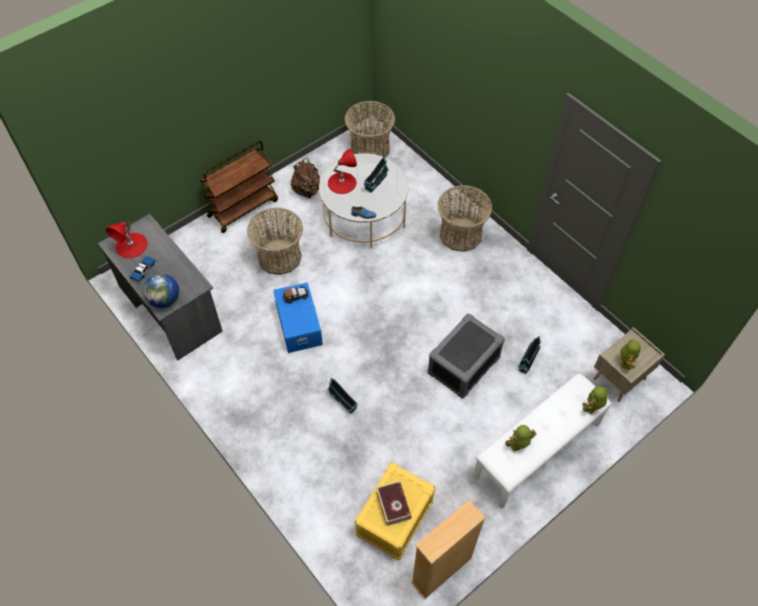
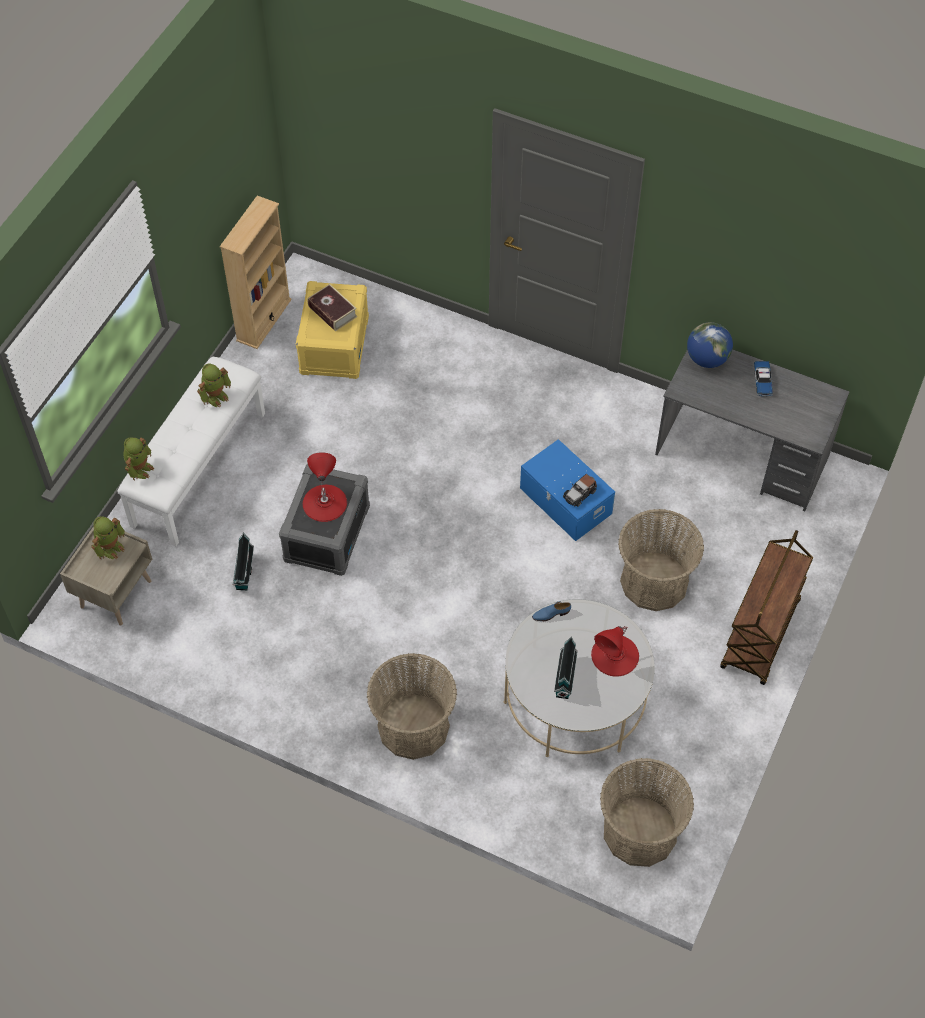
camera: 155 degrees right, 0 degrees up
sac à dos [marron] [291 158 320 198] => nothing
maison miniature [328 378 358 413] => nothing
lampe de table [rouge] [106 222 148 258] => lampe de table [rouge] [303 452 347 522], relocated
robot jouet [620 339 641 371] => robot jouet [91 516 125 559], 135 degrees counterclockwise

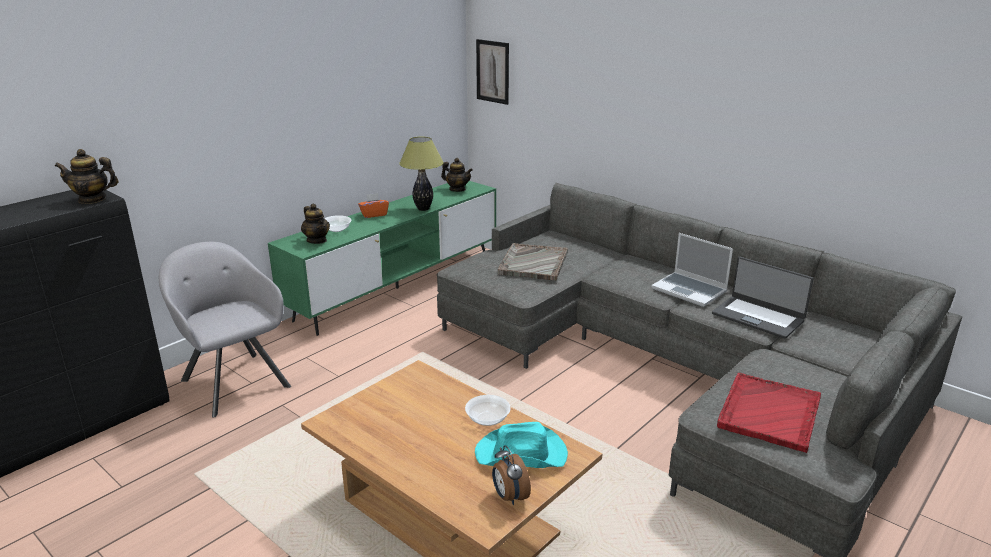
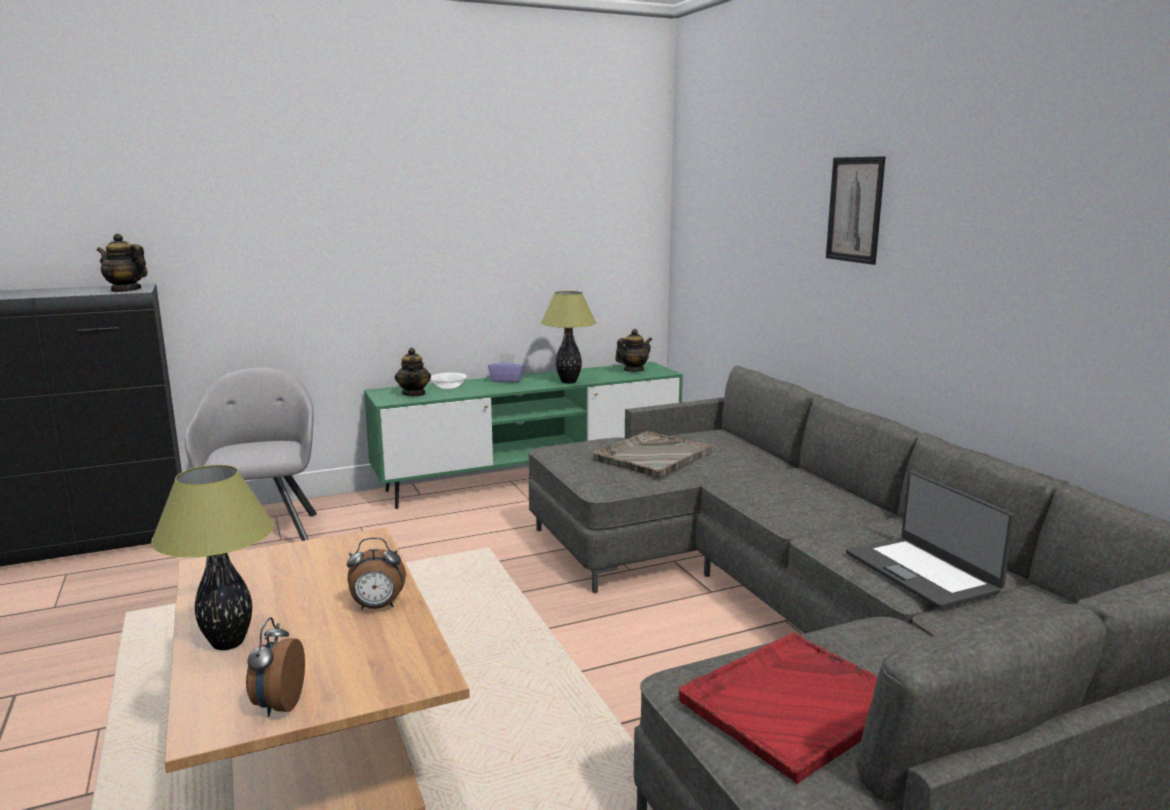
camera: 25 degrees right, 10 degrees down
chapeau [turquoise] [475 422 568 468] => nothing
ordinateur portable [651 233 733 307] => nothing
nothing => lampe de table [151 465 274 650]
tableau [476 39 509 105] => tableau [826 156 886 265], relocated
bol [465 395 511 426] => réveil [347 537 406 609]
boîte à mouchoirs [orange] [358 193 389 218] => boîte à mouchoirs [violet] [488 354 525 383]
théière [441 158 473 192] => théière [615 329 652 372], 90 degrees counterclockwise

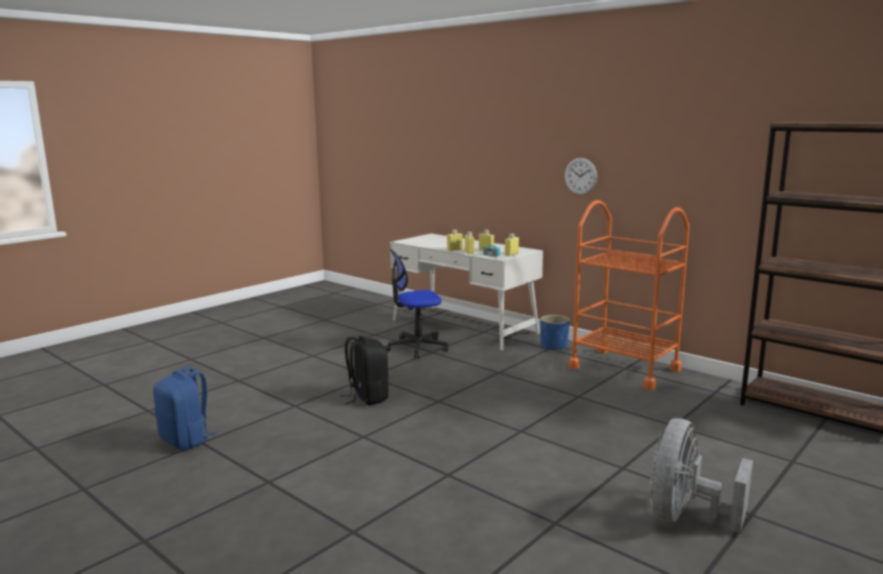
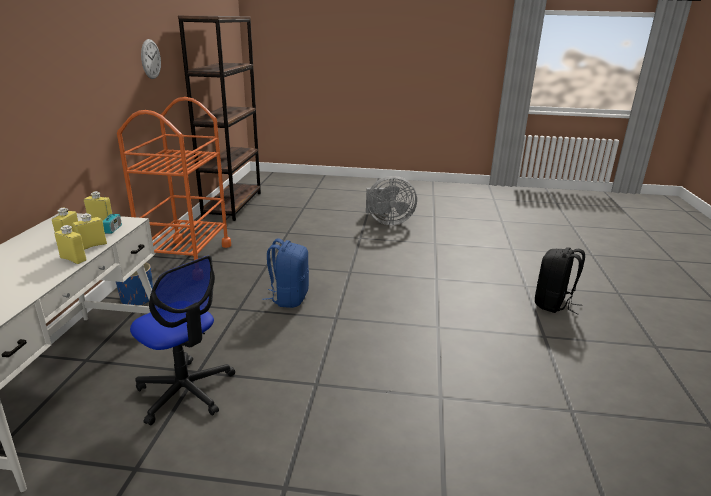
camera: 125 degrees left, 10 degrees up
sac à dos [bleu] [153 366 219 450] => sac à dos [bleu] [262 239 309 308], relocated
sac à dos [noir] [340 336 389 405] => sac à dos [noir] [535 247 585 315], relocated
horloge murale [565 158 597 195] => horloge murale [141 39 161 79], relocated

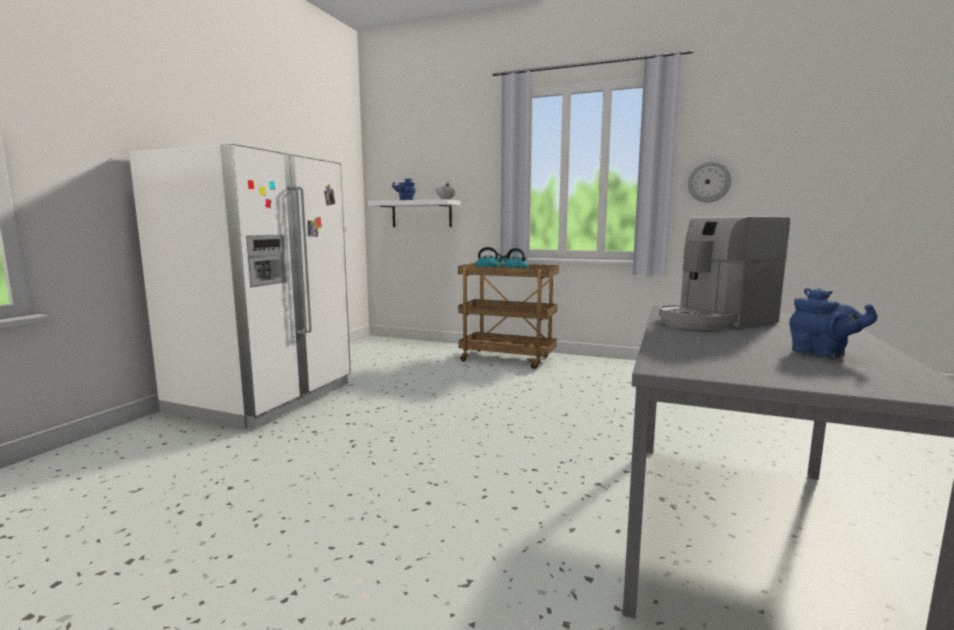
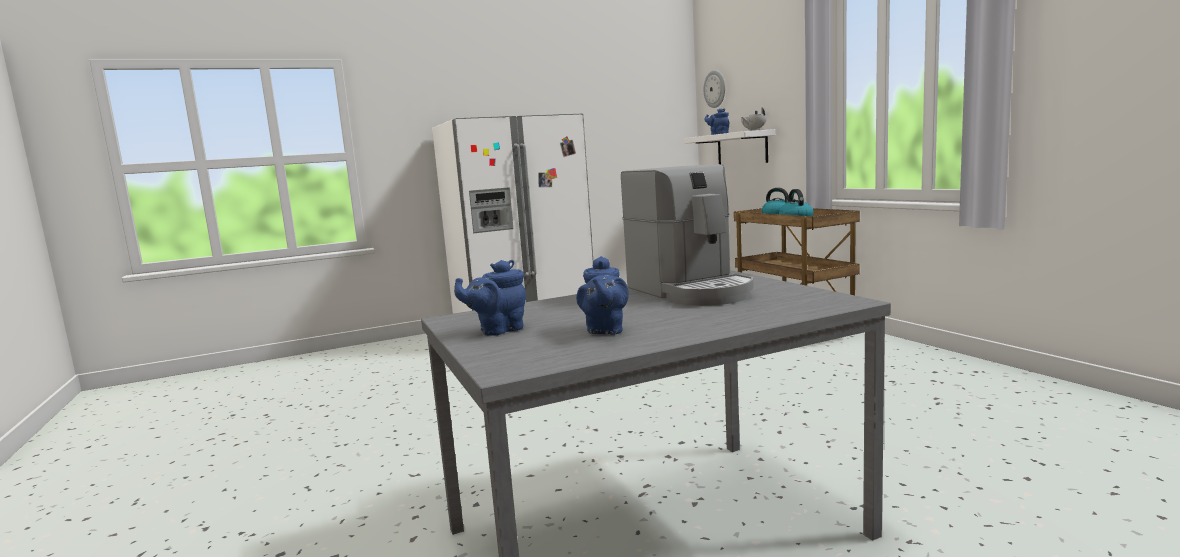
camera: 45 degrees right, 0 degrees up
nothing => théière [bleu] [454 260 526 336]
horloge murale [688 162 731 202] => horloge murale [704 70 725 108], relocated
machine à café [659 216 790 331] => machine à café [621 164 754 306], 135 degrees counterclockwise

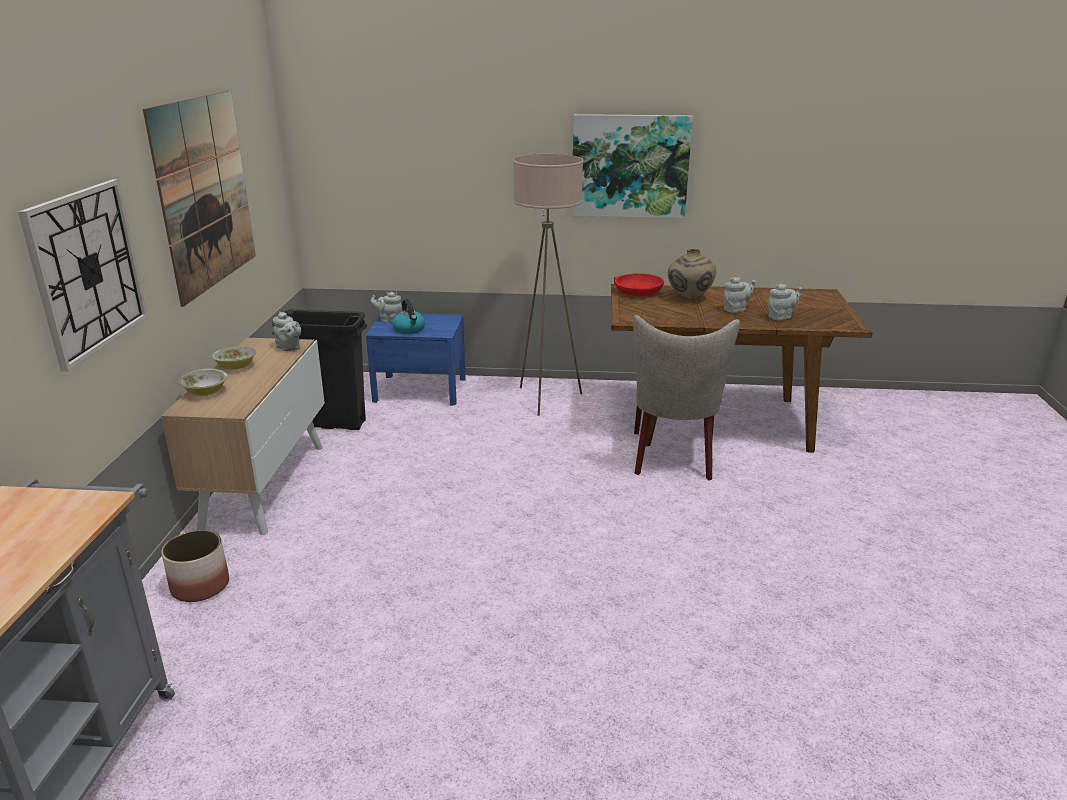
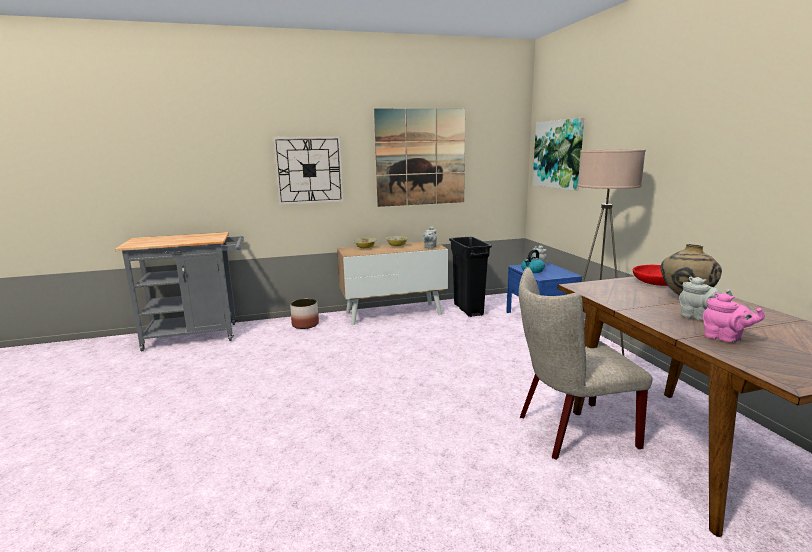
camera: 70 degrees right, 10 degrees down
tableau [572 114 693 218] => tableau [533 118 584 191], relocated
théière [gris] [768 284 802 320] => théière [rose] [703 293 765 343]

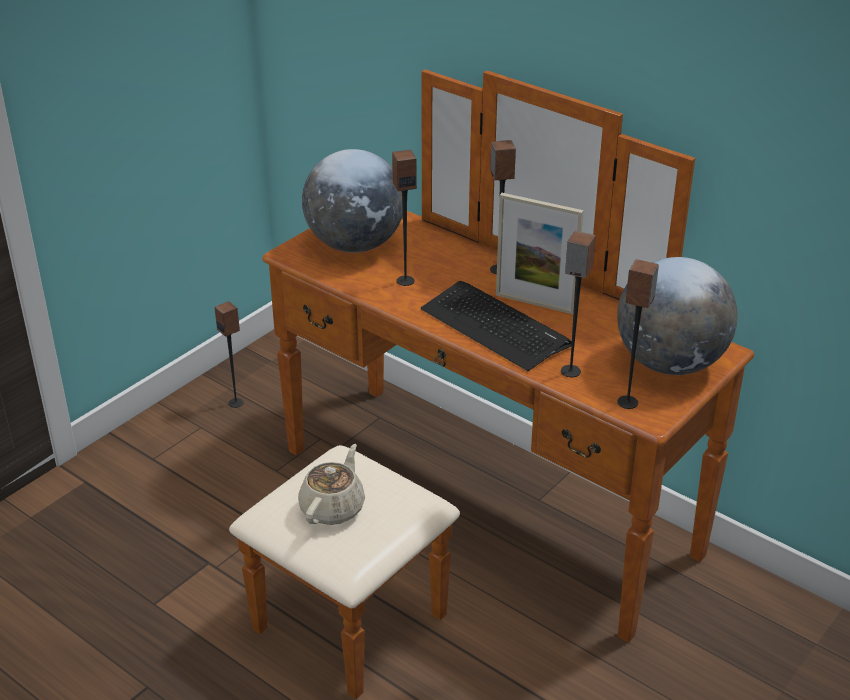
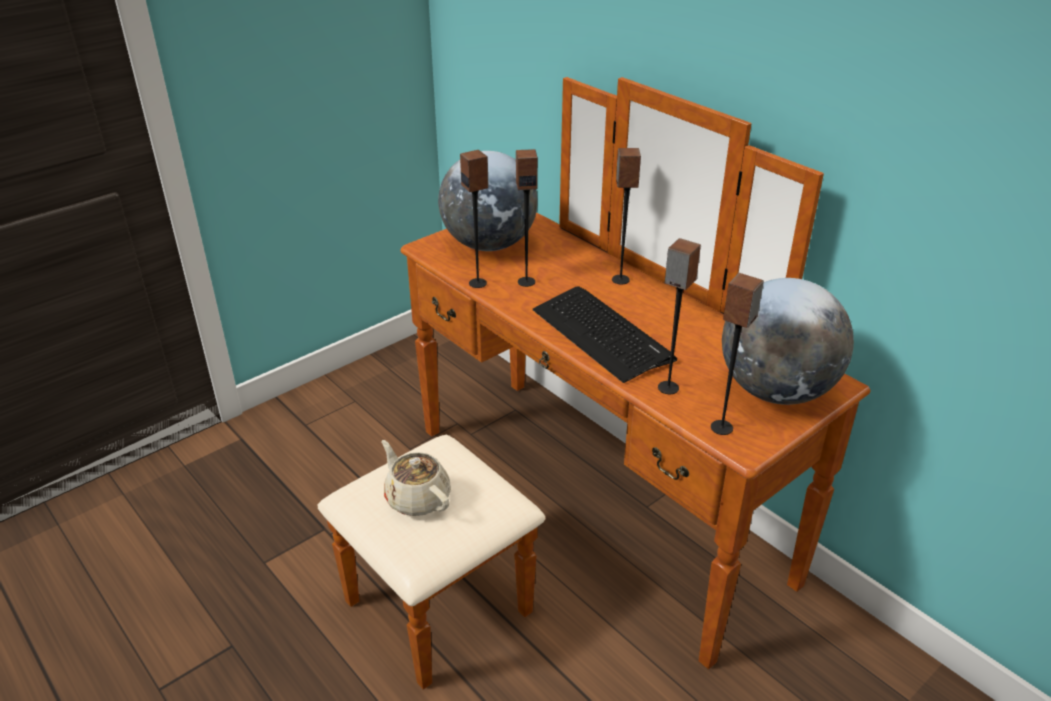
camera: 10 degrees right, 0 degrees up
cadre photo [496 193 584 314] => nothing
enceinte [215 301 244 408] => enceinte [460 150 489 288], relocated
théière [beige] [298 444 365 525] => théière [beige] [381 440 451 516], 75 degrees counterclockwise

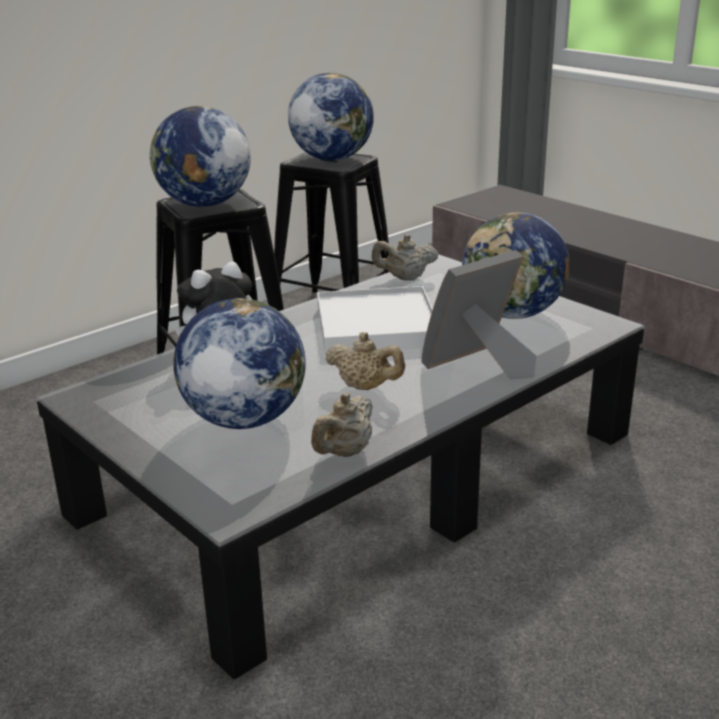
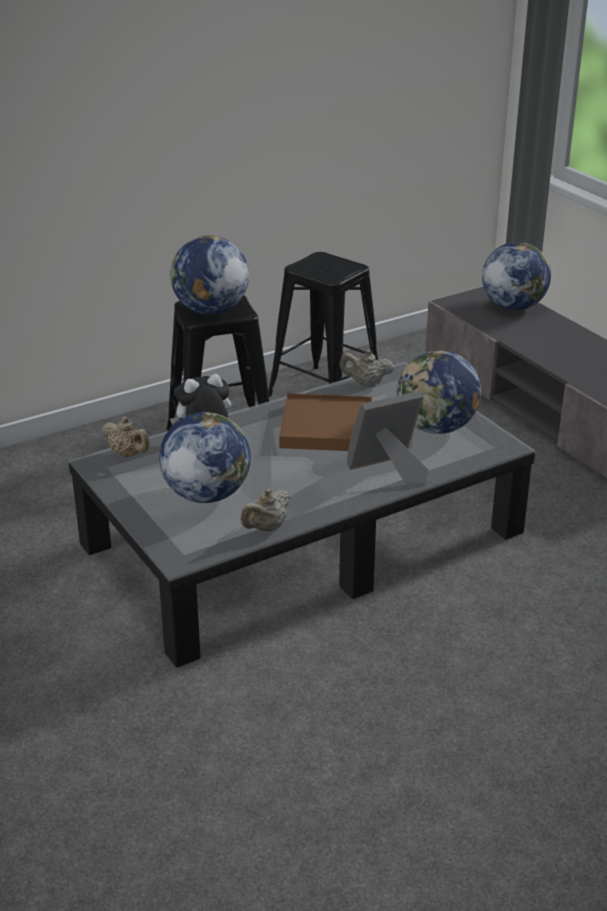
camera: 10 degrees right, 5 degrees up
globe [288 73 374 161] => globe [482 242 551 310], relocated
théière [beige] [325 332 405 390] => théière [beige] [102 417 150 457], relocated
plateau [blanc] [317 286 433 354] => plateau [marron] [279 393 372 451]

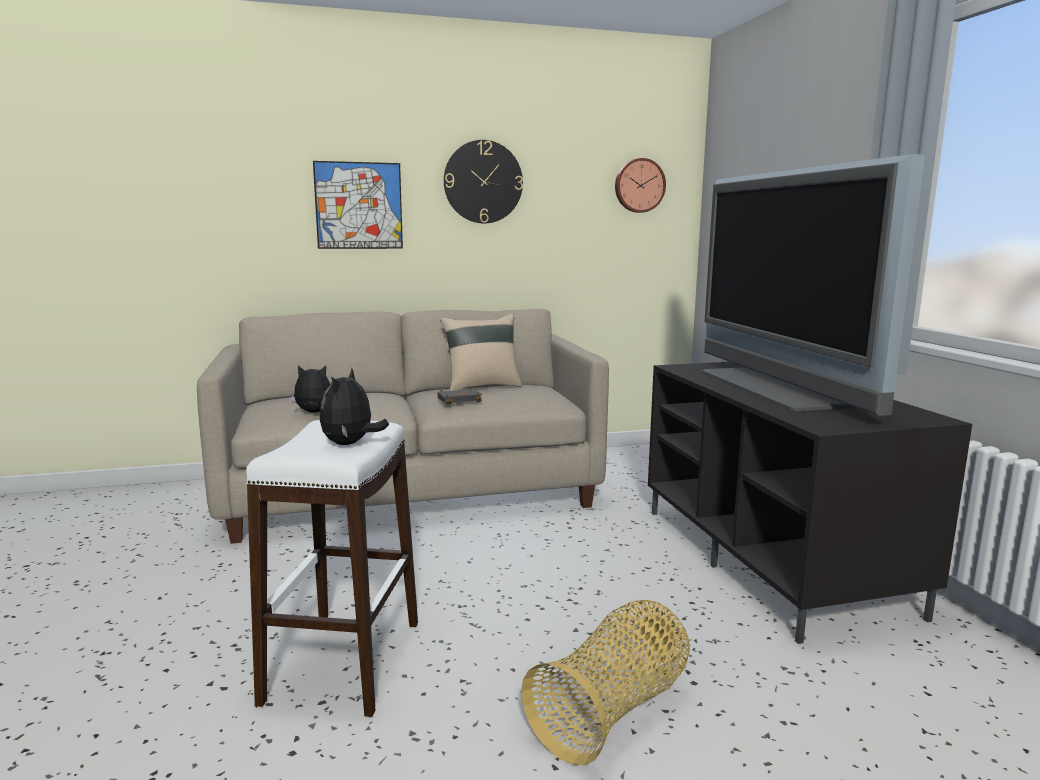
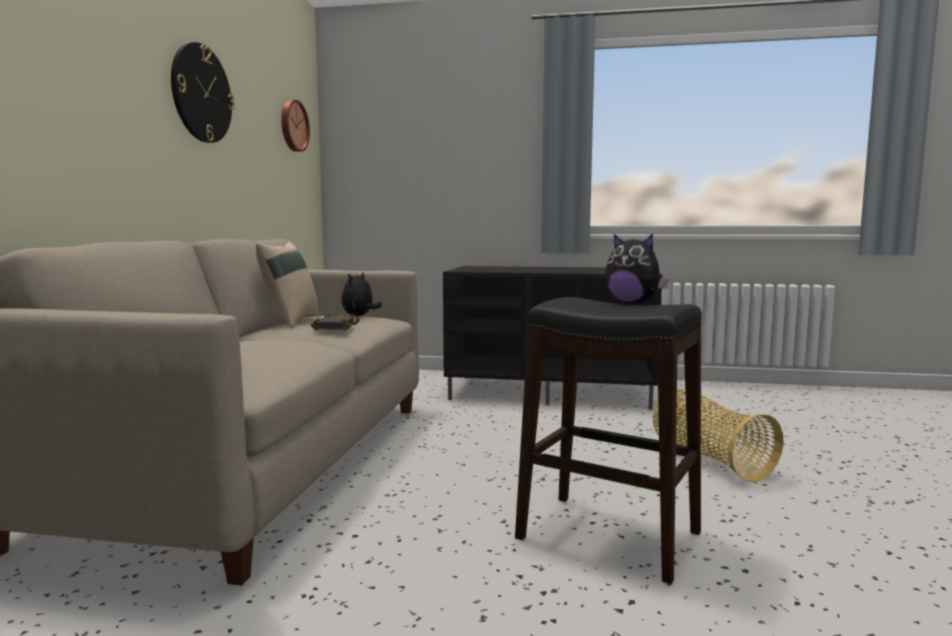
camera: 65 degrees left, 5 degrees down
tableau [313 161 403 249] => nothing
téléviseur [702 154 925 416] => nothing
peluche [288 366 330 413] => peluche [341 272 382 316], relocated
tabouret [blanc] [246 420 418 717] => tabouret [noir] [515 297 702 584]

